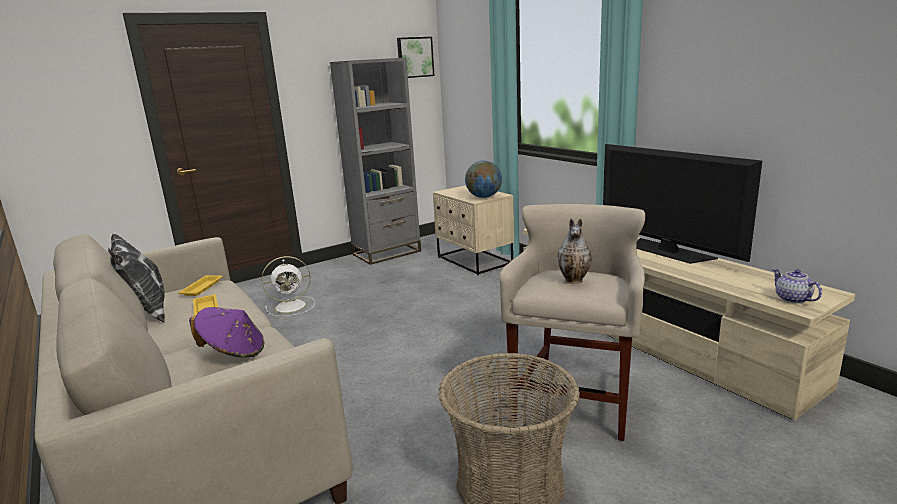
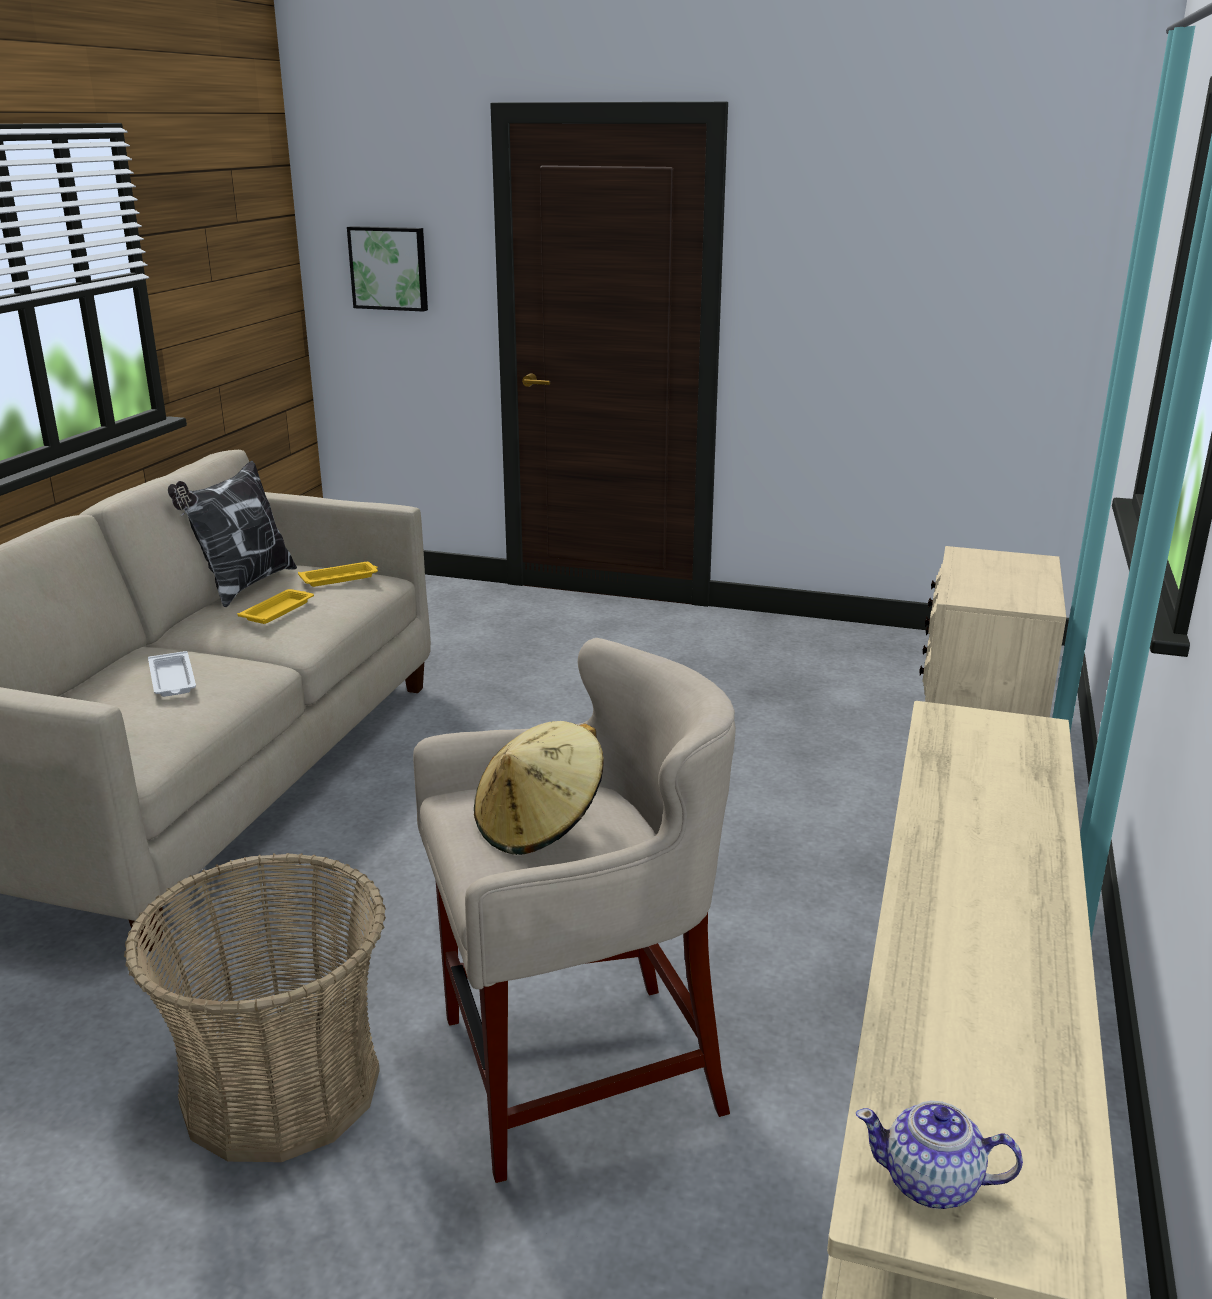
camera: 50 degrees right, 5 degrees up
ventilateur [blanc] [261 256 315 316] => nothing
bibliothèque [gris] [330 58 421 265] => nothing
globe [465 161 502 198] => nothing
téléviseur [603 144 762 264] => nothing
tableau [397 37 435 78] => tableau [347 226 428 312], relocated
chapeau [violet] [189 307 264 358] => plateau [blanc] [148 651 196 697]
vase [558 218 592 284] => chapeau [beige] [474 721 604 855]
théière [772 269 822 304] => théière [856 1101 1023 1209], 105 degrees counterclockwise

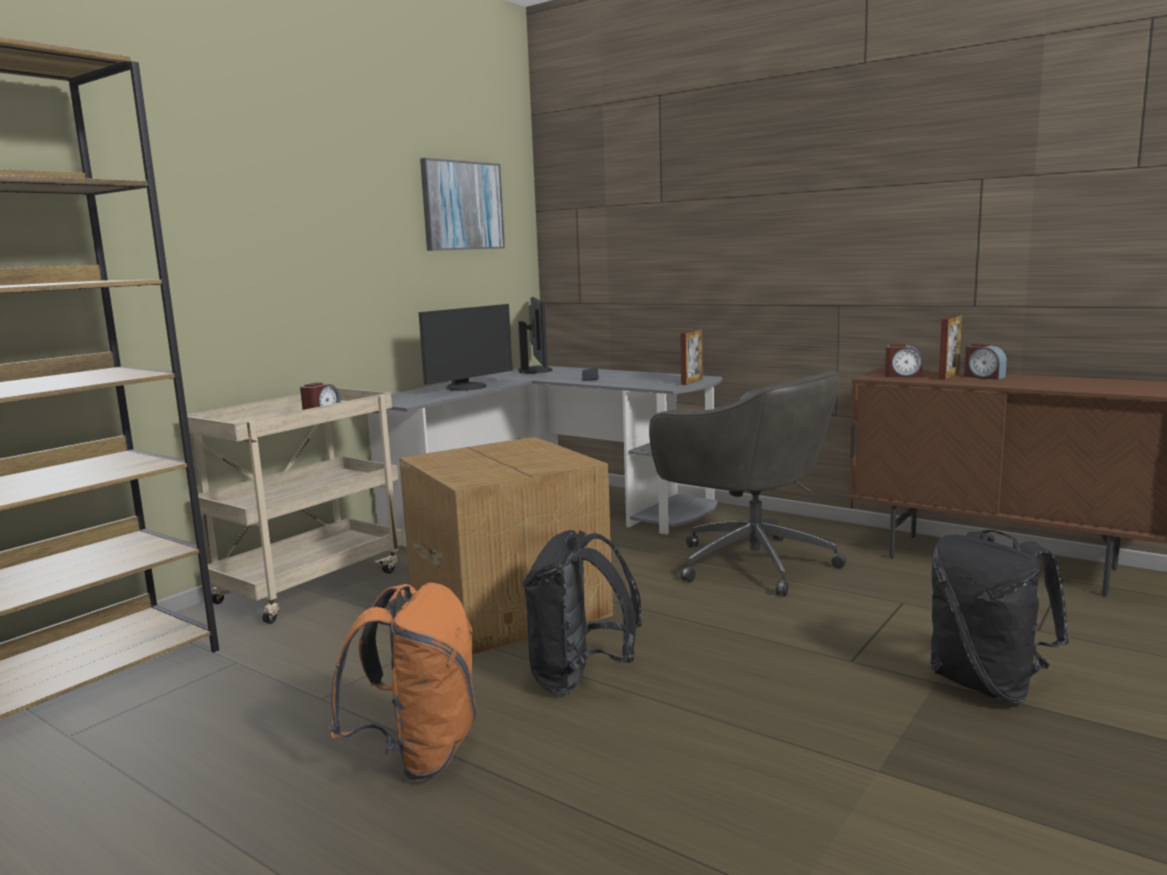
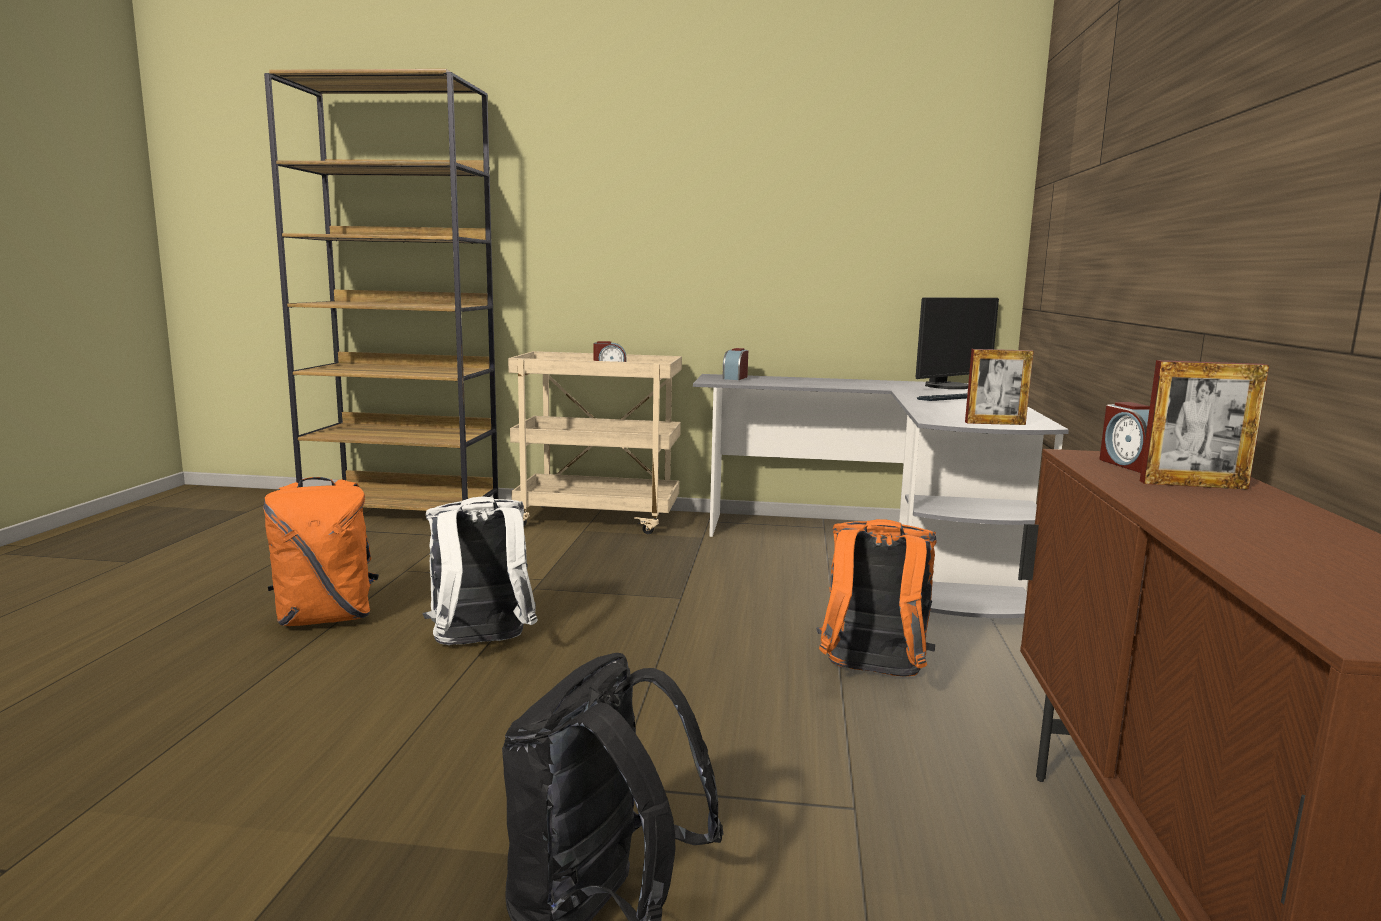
camera: 60 degrees right, 0 degrees up
carton [399 437 613 655] => nothing
écran d'ordinateur [419 304 513 391] => nothing
tableau [420 158 505 251] => nothing
réveil [964 343 1007 380] => réveil [723 348 748 380], relocated
chaise de bureau [gris] [649 371 846 596] => sac à dos [orange] [816 519 937 677]
sac à dos [noir] [523 530 642 695] => sac à dos [blanc] [423 497 538 645]

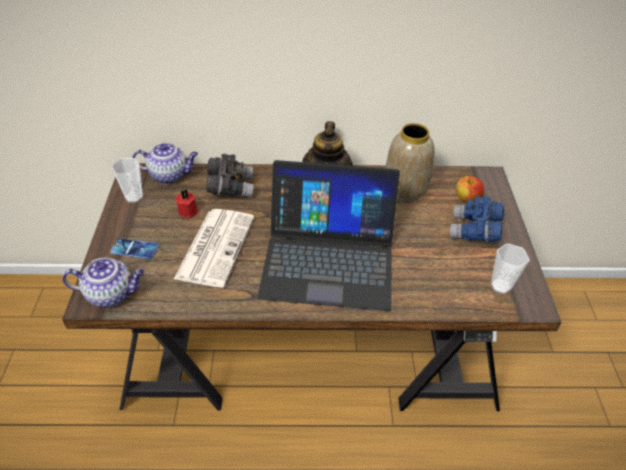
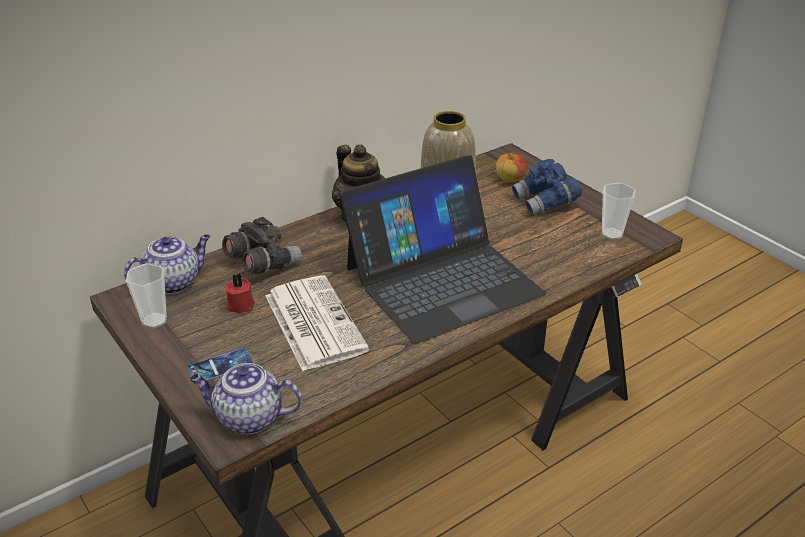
camera: 35 degrees left, 10 degrees down
théière [62 257 144 308] => théière [190 363 302 434], 135 degrees counterclockwise

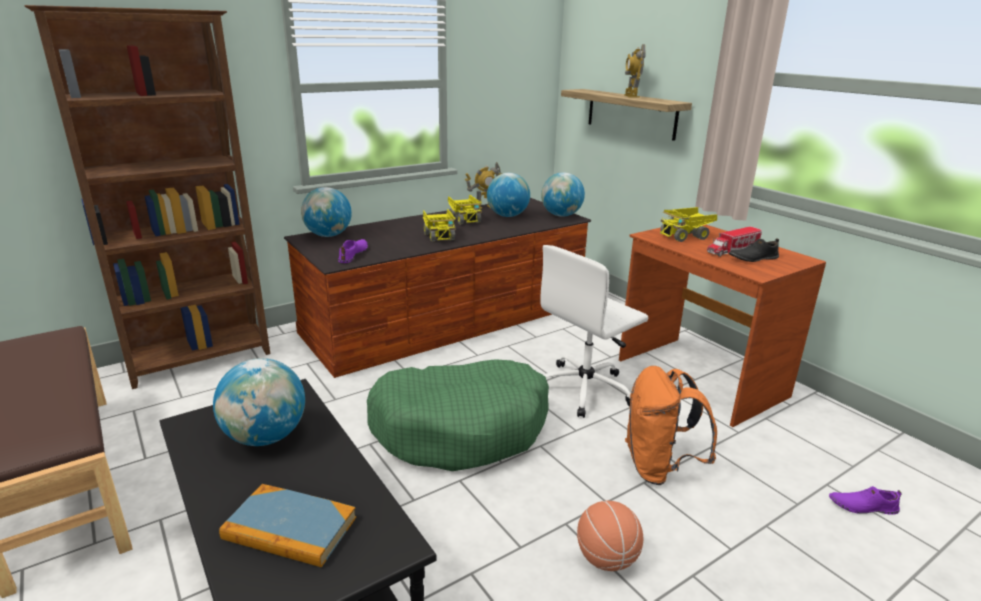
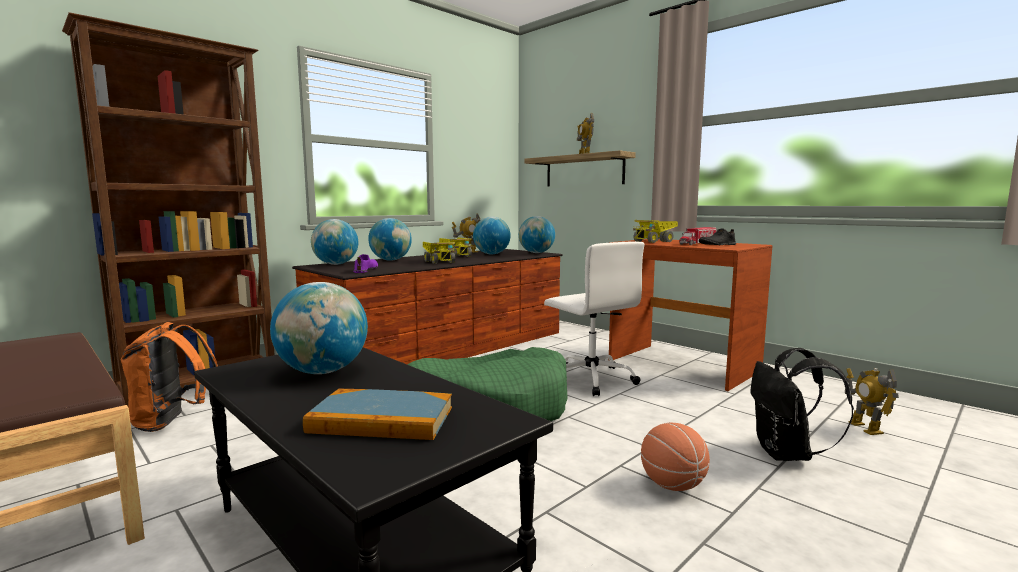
camera: 10 degrees left, 15 degrees down
nothing => globe [368 218 412 261]
nothing => sac à dos [noir] [750 348 854 461]
sac à dos [orange] [625 366 717 485] => sac à dos [orange] [121 322 218 432], relocated
chaussure [violet] [829 486 902 515] => robot jouet [845 368 899 435]
chaise de bureau [blanc] [540 245 648 418] => chaise de bureau [blanc] [544 241 644 396], 75 degrees counterclockwise

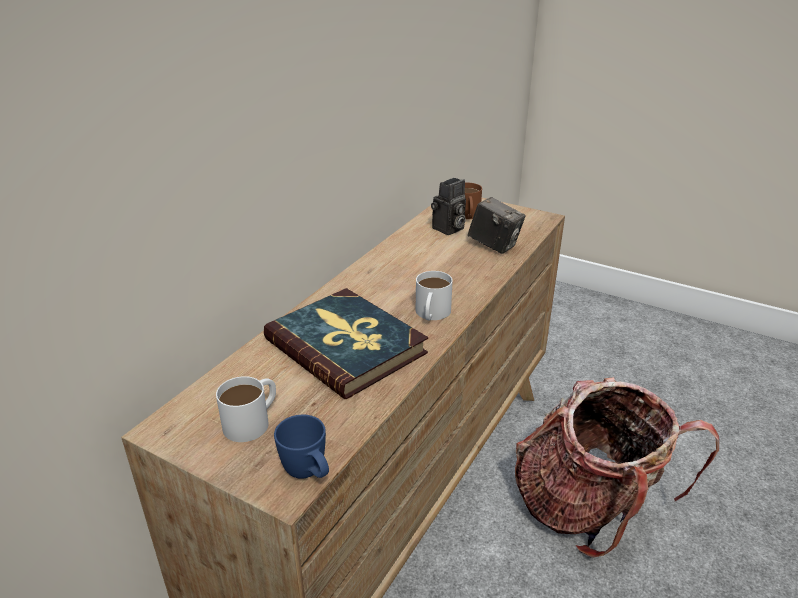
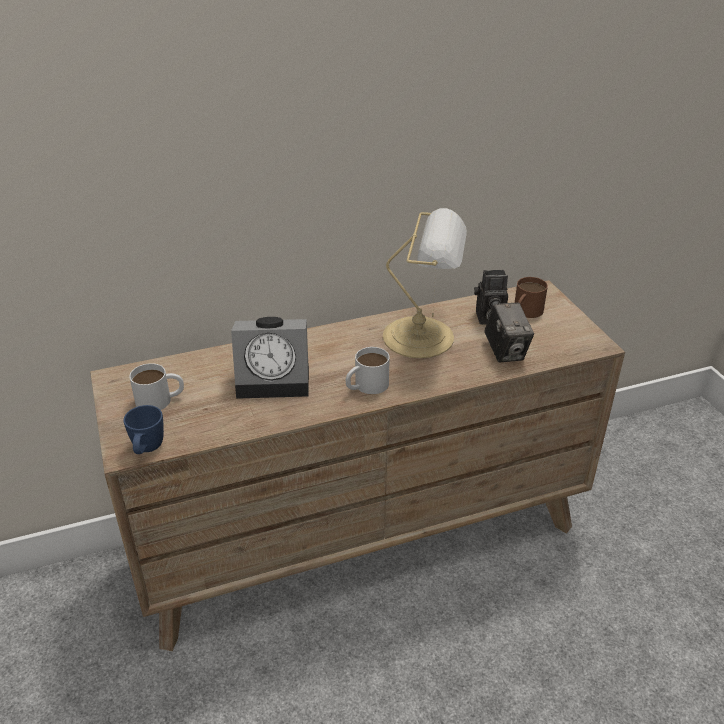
camera: 40 degrees right, 5 degrees up
sac à dos [515 377 719 558] => nothing
nothing => lampe de table [383 208 467 358]
livre [264 288 428 399] => réveil [231 317 309 399]

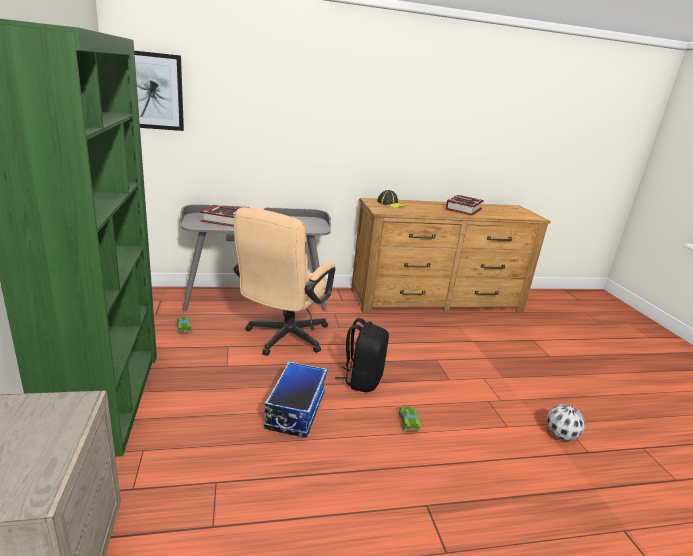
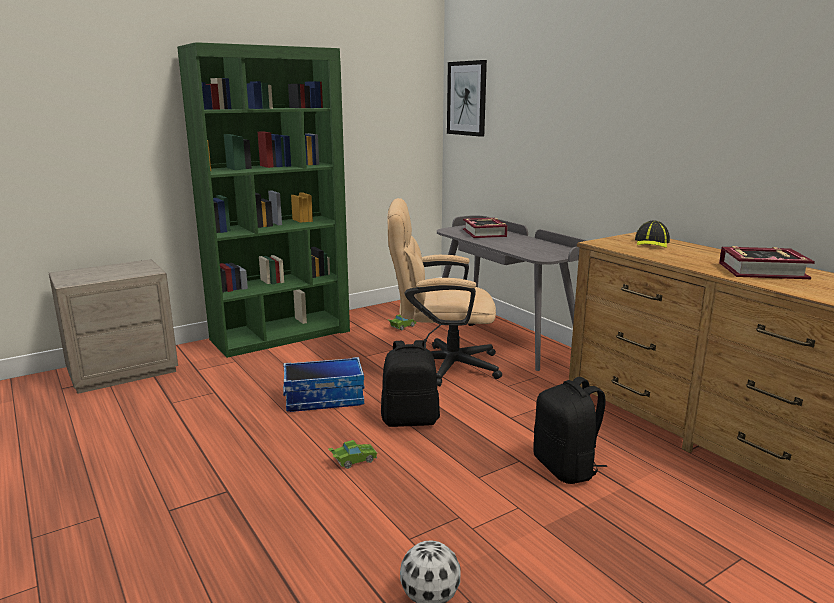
camera: 70 degrees right, 5 degrees down
nothing => sac à dos [noir] [533 377 607 484]

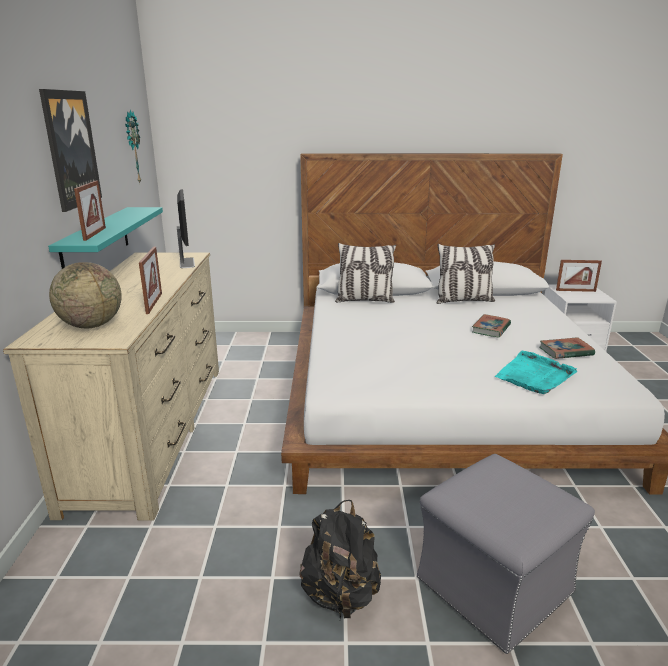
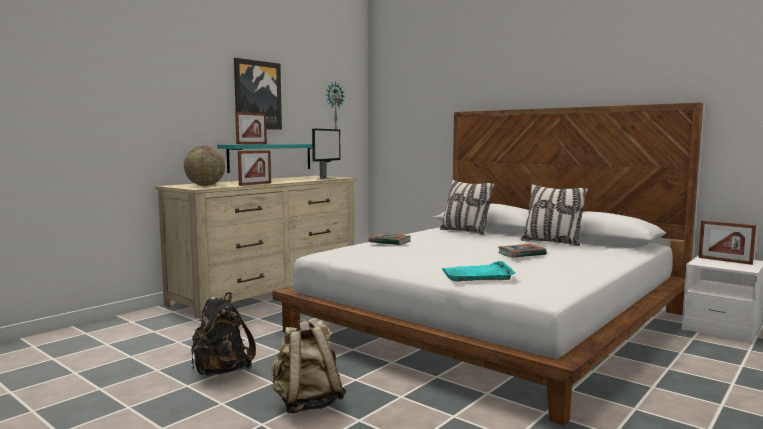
camera: 40 degrees right, 15 degrees down
livre [540 337 595 359] => livre [368 233 410 245], relocated
pouf [gris] [417 454 595 654] => sac à dos [beige] [271 319 347 413]

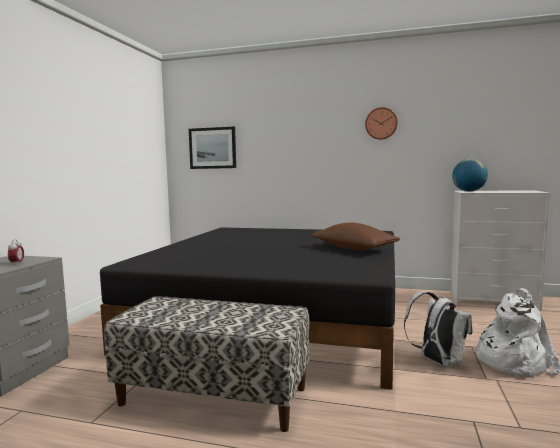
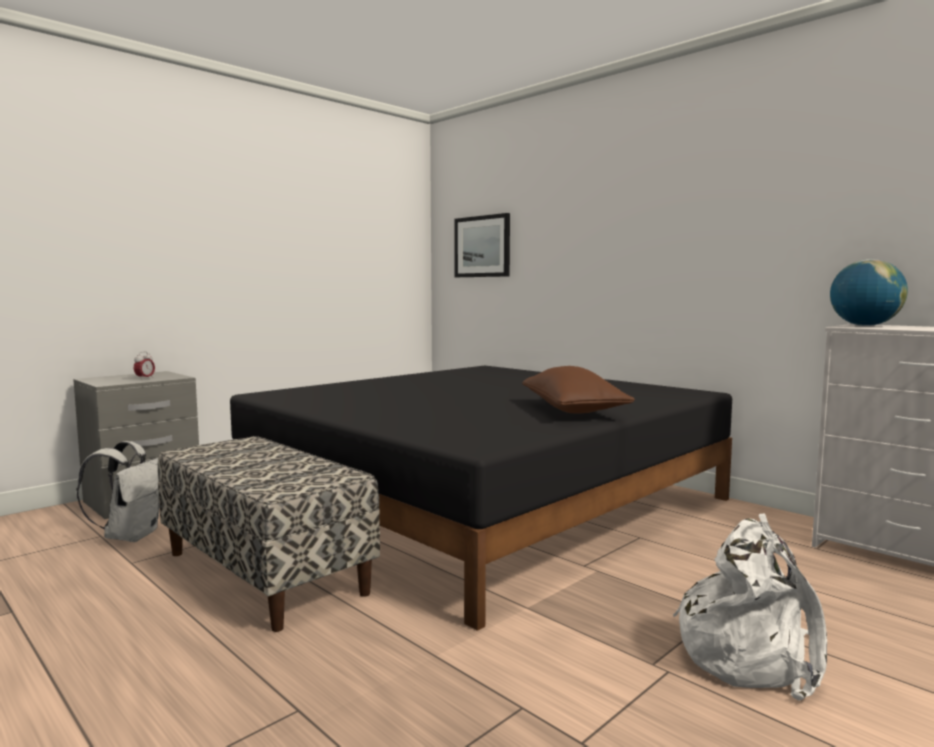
camera: 30 degrees right, 0 degrees up
horloge murale [365 107 397 140] => nothing
sac à dos [blanc] [404 292 472 366] => sac à dos [blanc] [77 441 159 542], relocated

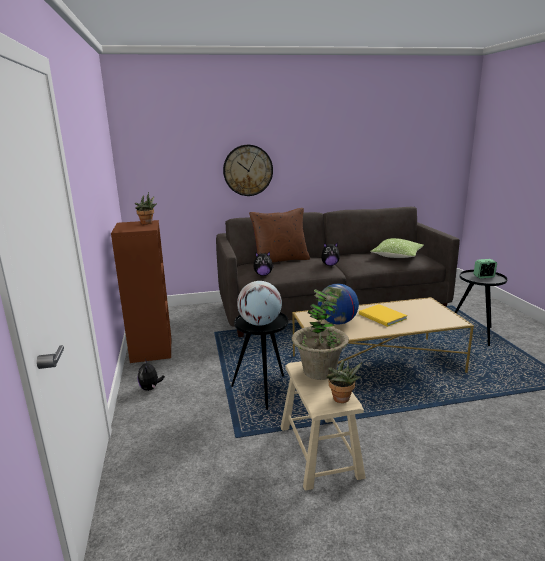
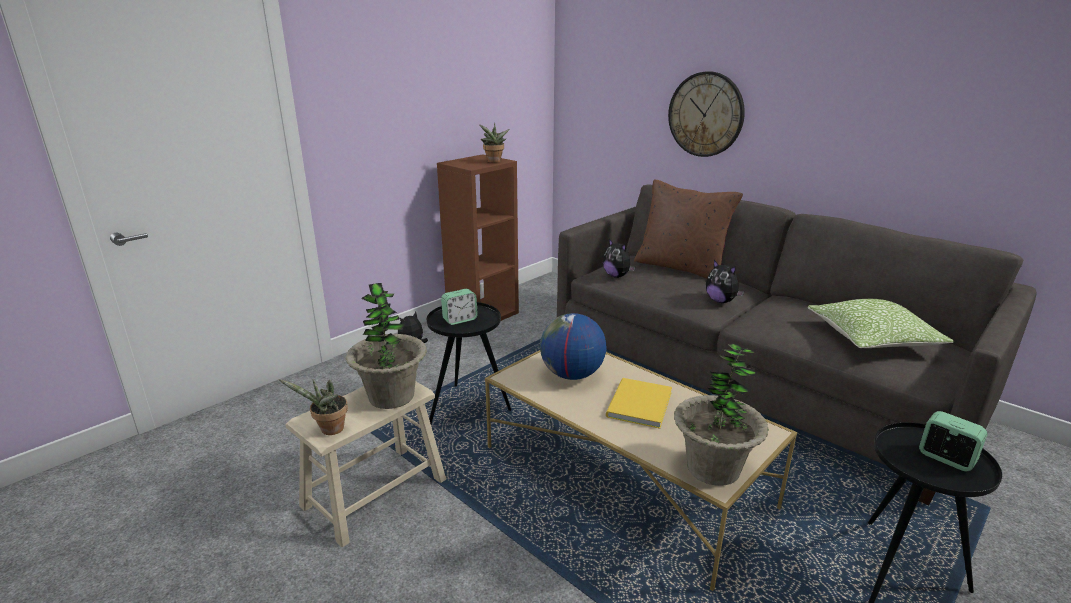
camera: 55 degrees right, 5 degrees up
nothing => plante en pot [674 344 769 486]
globe [237 281 282 326] => réveil [441 289 478 325]

